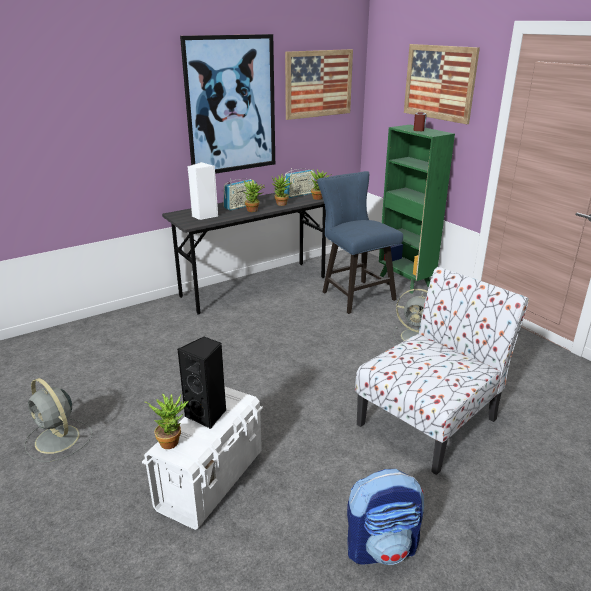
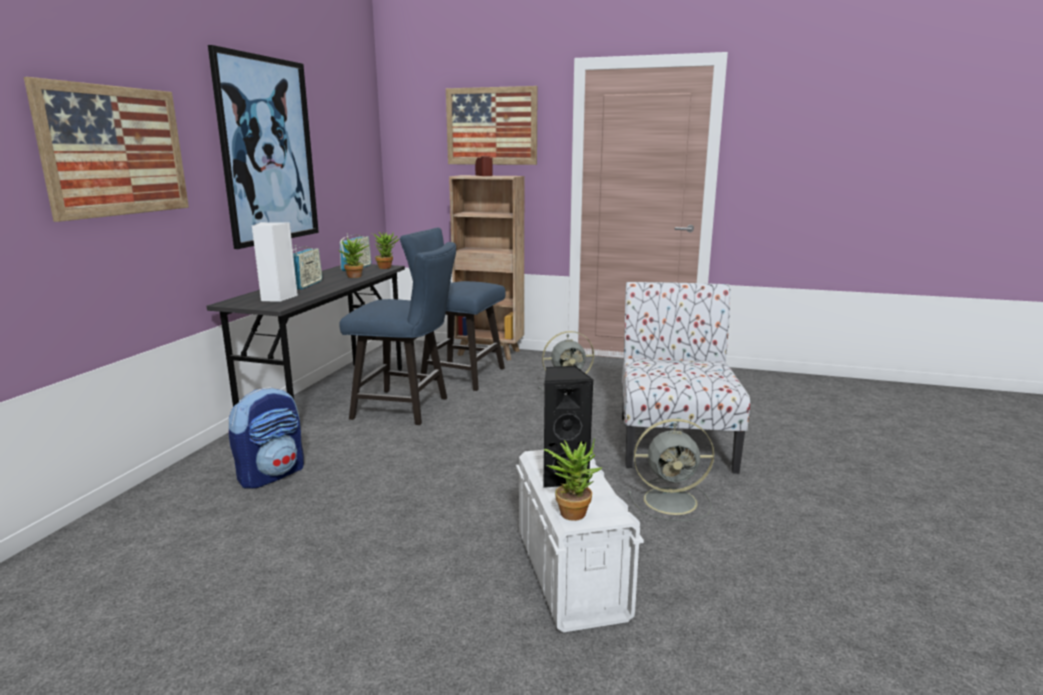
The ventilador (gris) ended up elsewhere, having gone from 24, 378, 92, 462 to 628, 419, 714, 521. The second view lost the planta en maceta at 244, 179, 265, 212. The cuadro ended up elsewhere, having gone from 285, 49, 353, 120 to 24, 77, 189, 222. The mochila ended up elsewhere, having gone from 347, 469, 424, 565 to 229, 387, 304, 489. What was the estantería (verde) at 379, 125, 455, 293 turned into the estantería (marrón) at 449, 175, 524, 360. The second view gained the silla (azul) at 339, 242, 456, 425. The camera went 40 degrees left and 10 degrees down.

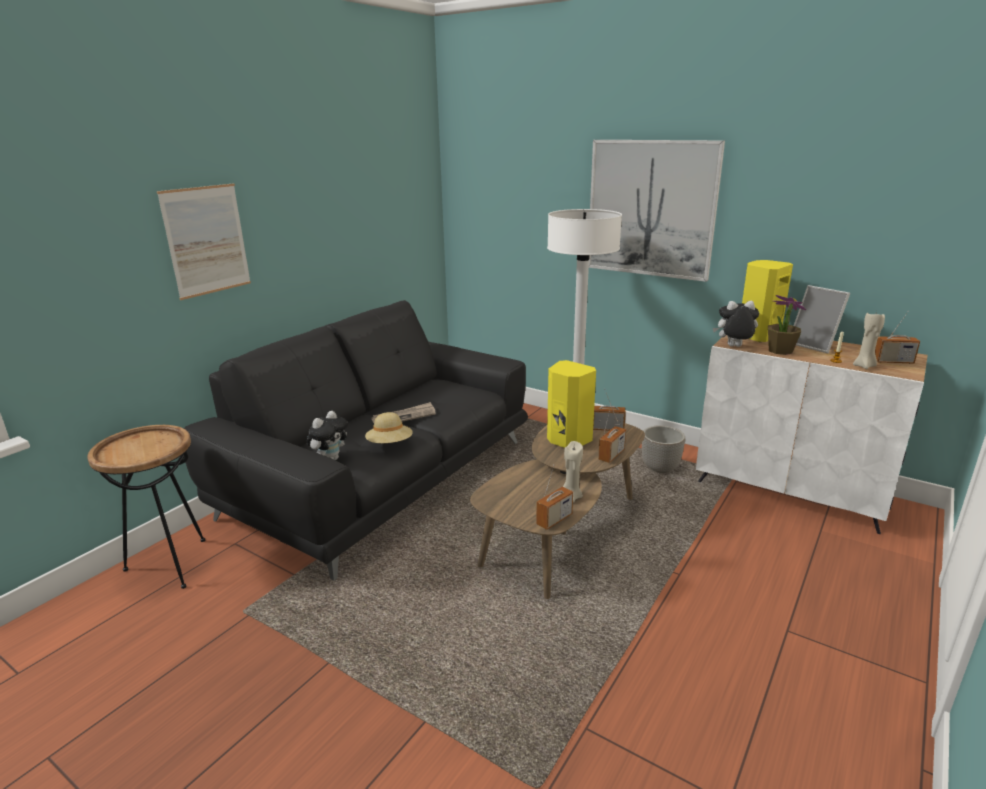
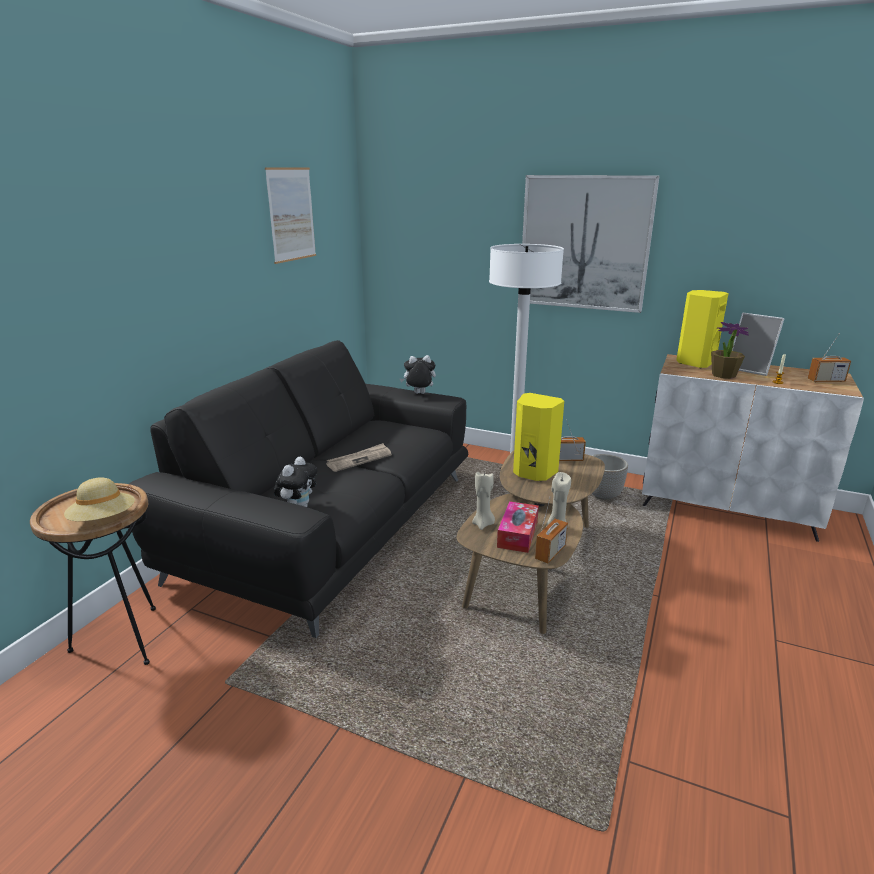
The cuadro ended up elsewhere, having gone from 157, 183, 251, 300 to 265, 167, 316, 264. The sombrero (beis) ended up elsewhere, having gone from 365, 412, 413, 443 to 64, 478, 135, 521. The second view lost the radio at 598, 406, 626, 463. The peluche ended up elsewhere, having gone from 713, 301, 759, 347 to 400, 355, 436, 394. The vela (beis) ended up elsewhere, having gone from 853, 311, 885, 369 to 472, 470, 495, 530. The second view gained the caja de pañuelos at 497, 501, 539, 553. The camera went 10 degrees left and 0 degrees up.

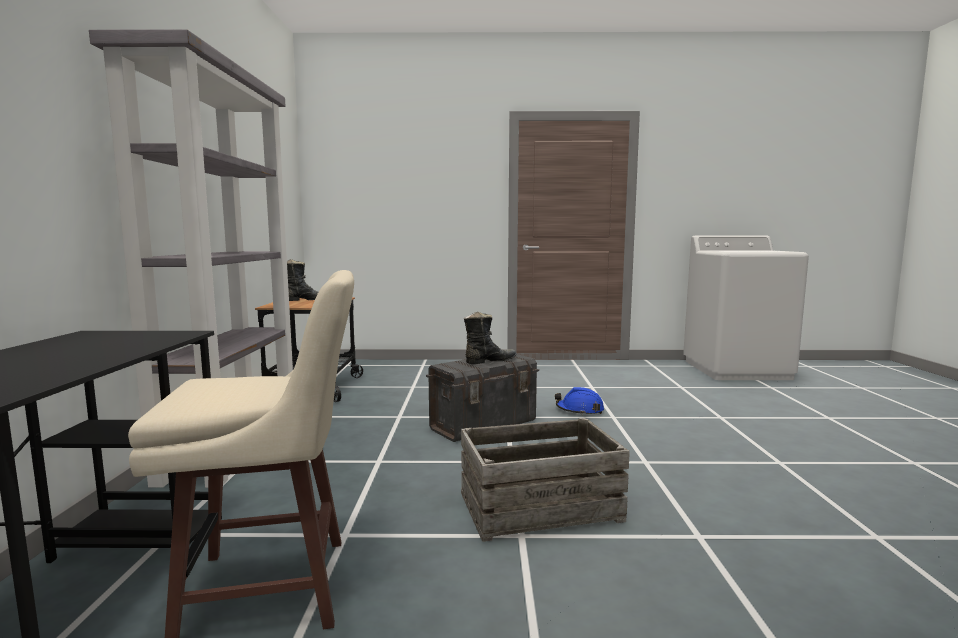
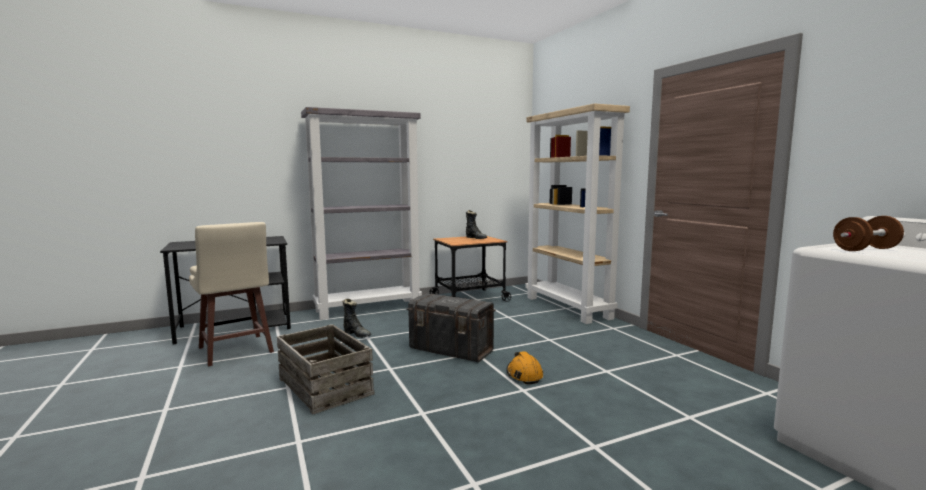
The bota (negro) ended up elsewhere, having gone from 464, 312, 517, 364 to 342, 299, 371, 338. What was the casco (azul) at 555, 387, 604, 415 turned into the casco (naranja) at 507, 351, 543, 384. The second view gained the estantería (beis) at 526, 103, 630, 324. The second view gained the mancuerna (marrón) at 833, 216, 904, 251. The camera went 65 degrees right and 0 degrees up.

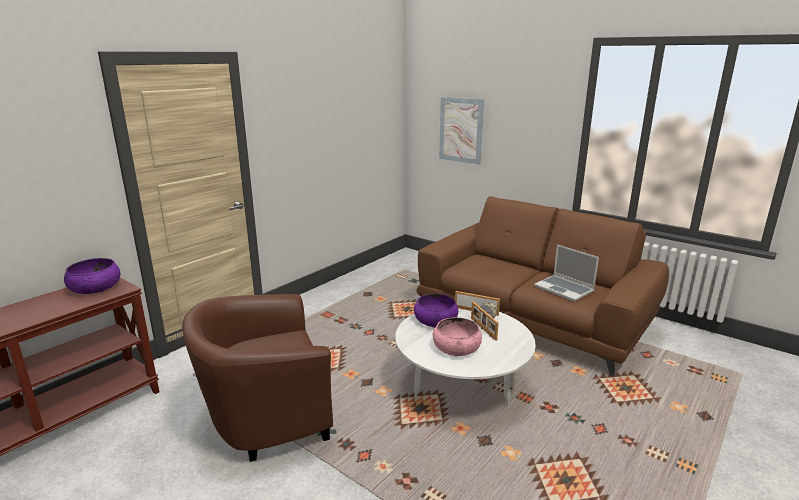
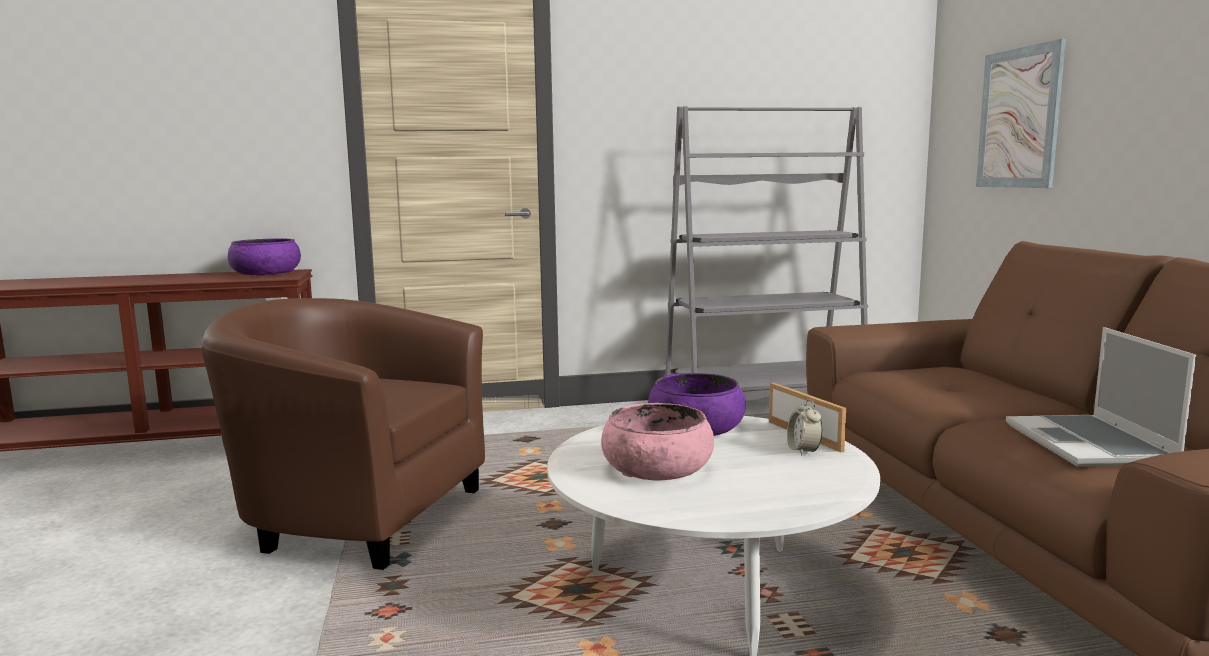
The second view lost the portarretratos at 471, 302, 499, 341. The second view gained the estantería (gris) at 664, 106, 868, 400. The camera went 40 degrees right and 10 degrees down.

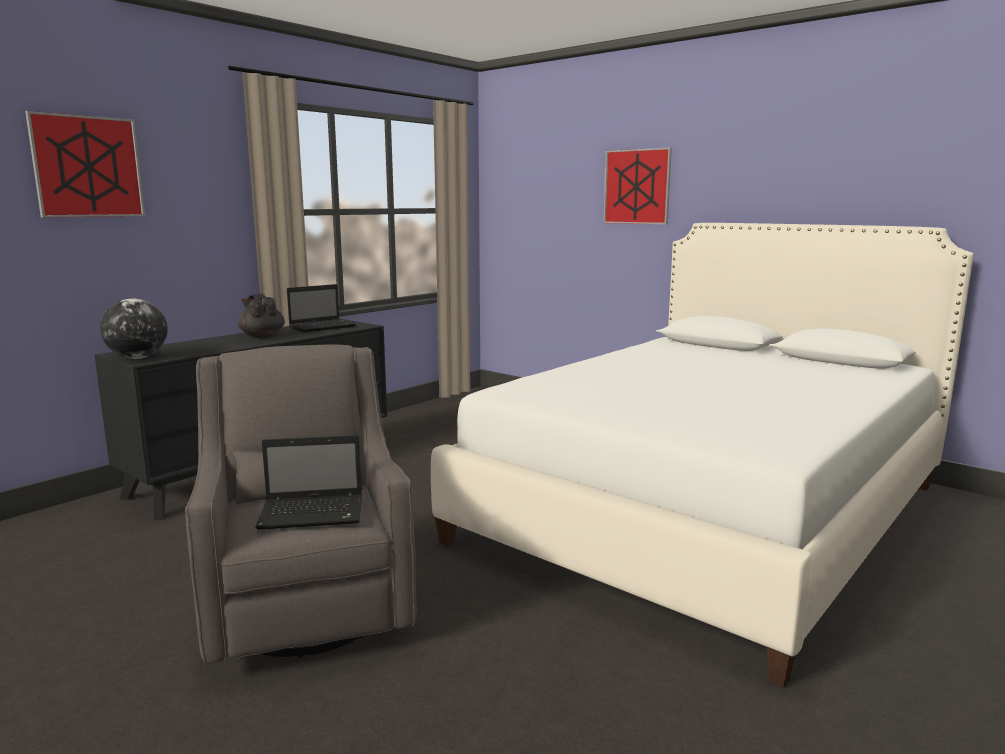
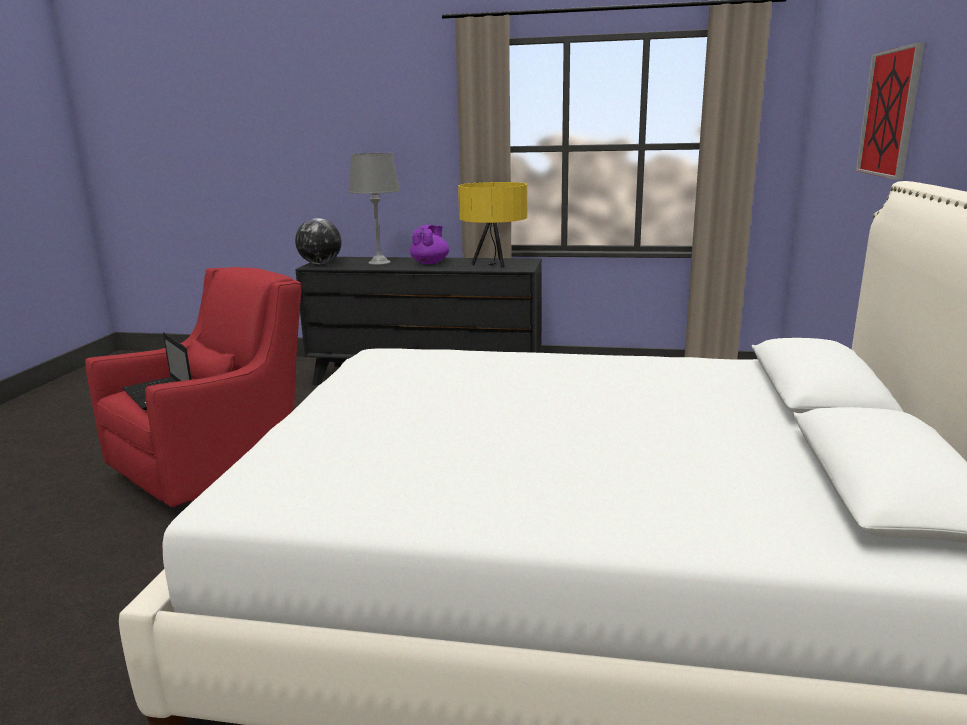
The second view lost the cuadro at 25, 111, 145, 218. What was the sillón (gris) at 185, 344, 417, 664 turned into the sillón (rojo) at 85, 267, 302, 507. What was the tetera (negro) at 238, 294, 285, 338 turned into the tetera (morado) at 410, 225, 449, 264. Where the portátil stood at 287, 284, 356, 332, the lámpara de mesa (amarillo) came to stand at 458, 182, 527, 267. The second view gained the lámpara de mesa (gris) at 349, 153, 400, 265. The camera went 60 degrees right and 5 degrees up.

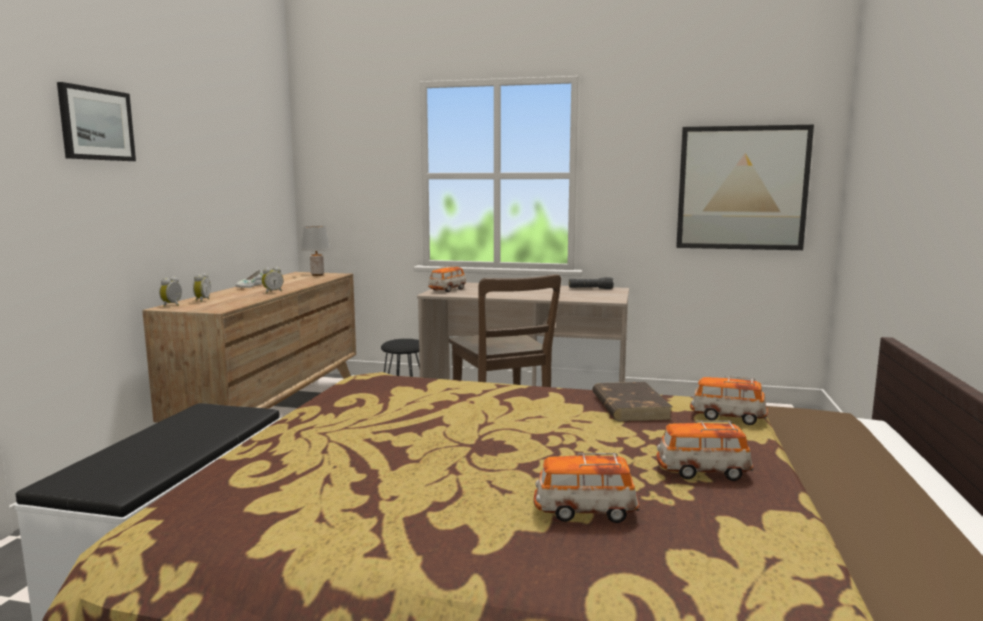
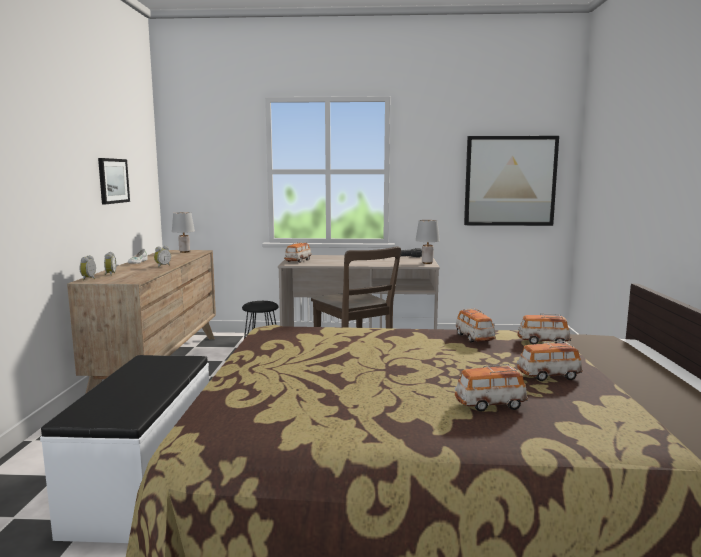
The cuadro ended up elsewhere, having gone from 57, 82, 136, 161 to 98, 158, 130, 204. Where the libro (marrón) stood at 593, 382, 672, 421, the coche de juguete came to stand at 456, 308, 496, 342. The second view gained the lámpara de mesa (gris) at 416, 220, 440, 264. The camera went 10 degrees left and 0 degrees up.

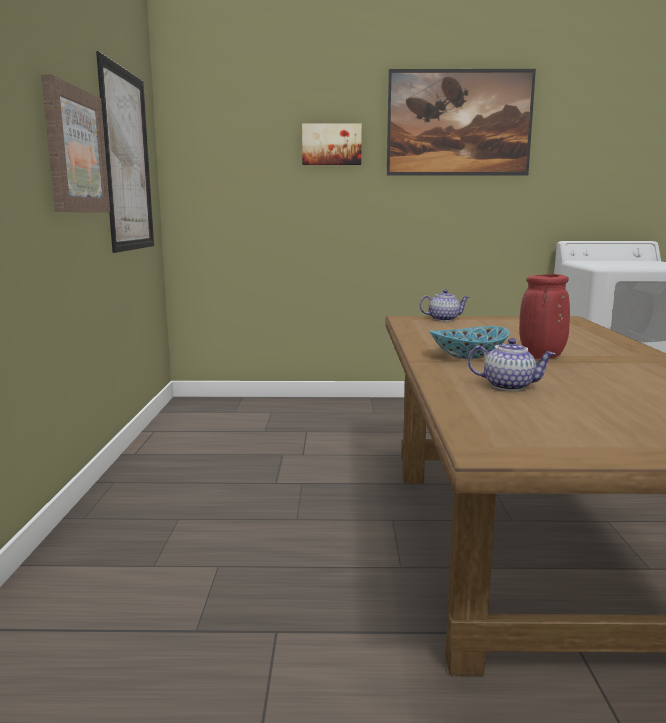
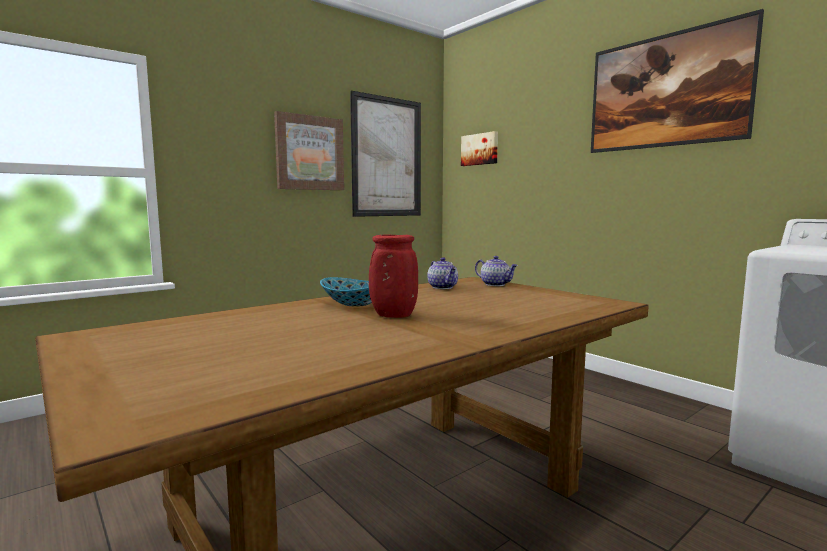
The cuadro ended up elsewhere, having gone from 302, 123, 362, 165 to 461, 131, 498, 166. The tetera ended up elsewhere, having gone from 468, 338, 555, 391 to 427, 257, 458, 289. The camera went 50 degrees right and 5 degrees down.

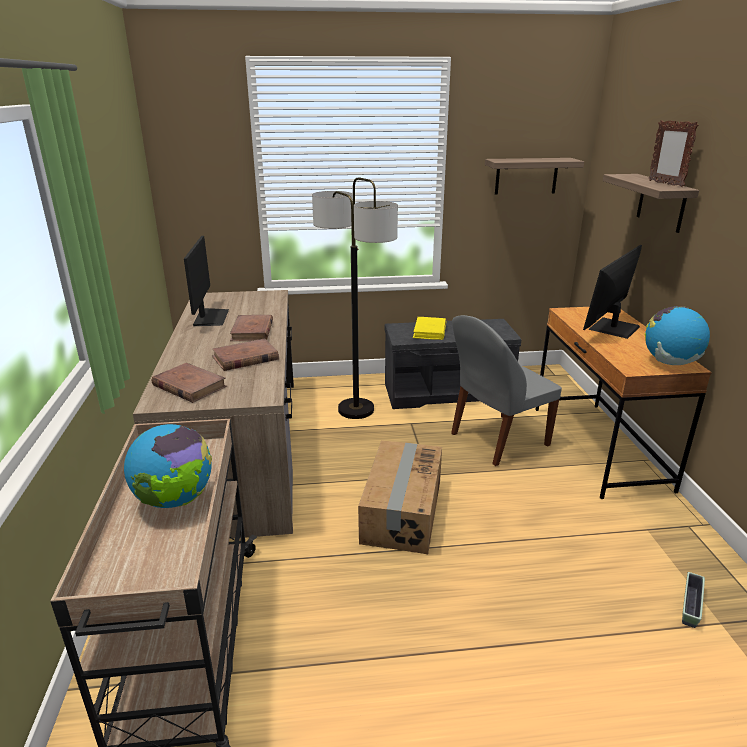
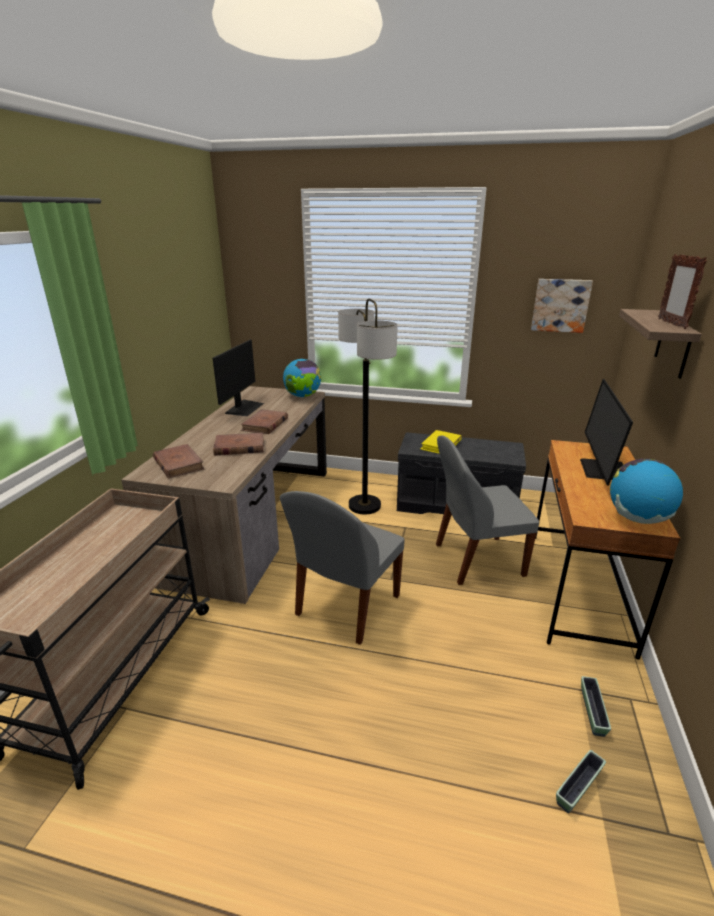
The globo terráqueo ended up elsewhere, having gone from 124, 424, 212, 508 to 283, 359, 321, 397. Where the caja de cartón stood at 358, 440, 442, 554, the silla (gris) came to stand at 280, 491, 405, 645. Where the estante hung at 485, 158, 584, 195, the cuadro came to hang at 531, 279, 593, 333. The monitor at 583, 245, 642, 339 ended up facing another way, 45 degrees counterclockwise from before. The second view gained the maceta at 581, 676, 611, 737. The camera went 20 degrees right and 0 degrees up.

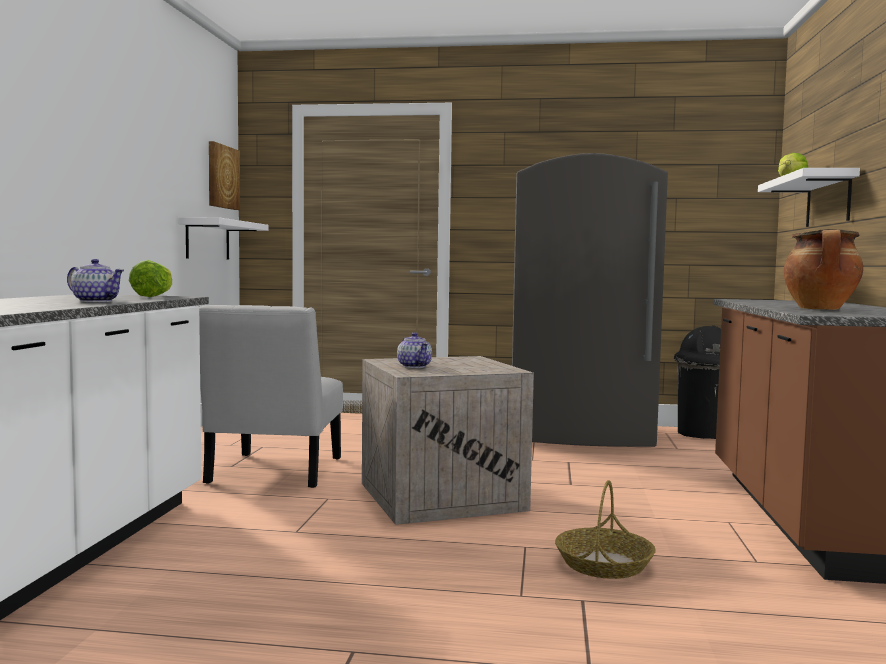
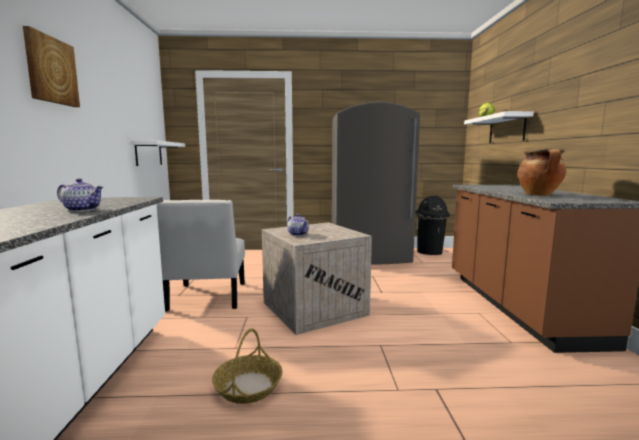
The second view lost the lechuga at 129, 260, 172, 297. The cuadro ended up elsewhere, having gone from 209, 141, 240, 210 to 23, 26, 80, 107. The cesta ended up elsewhere, having gone from 555, 480, 656, 579 to 212, 328, 283, 404. The camera went 10 degrees left and 5 degrees up.

